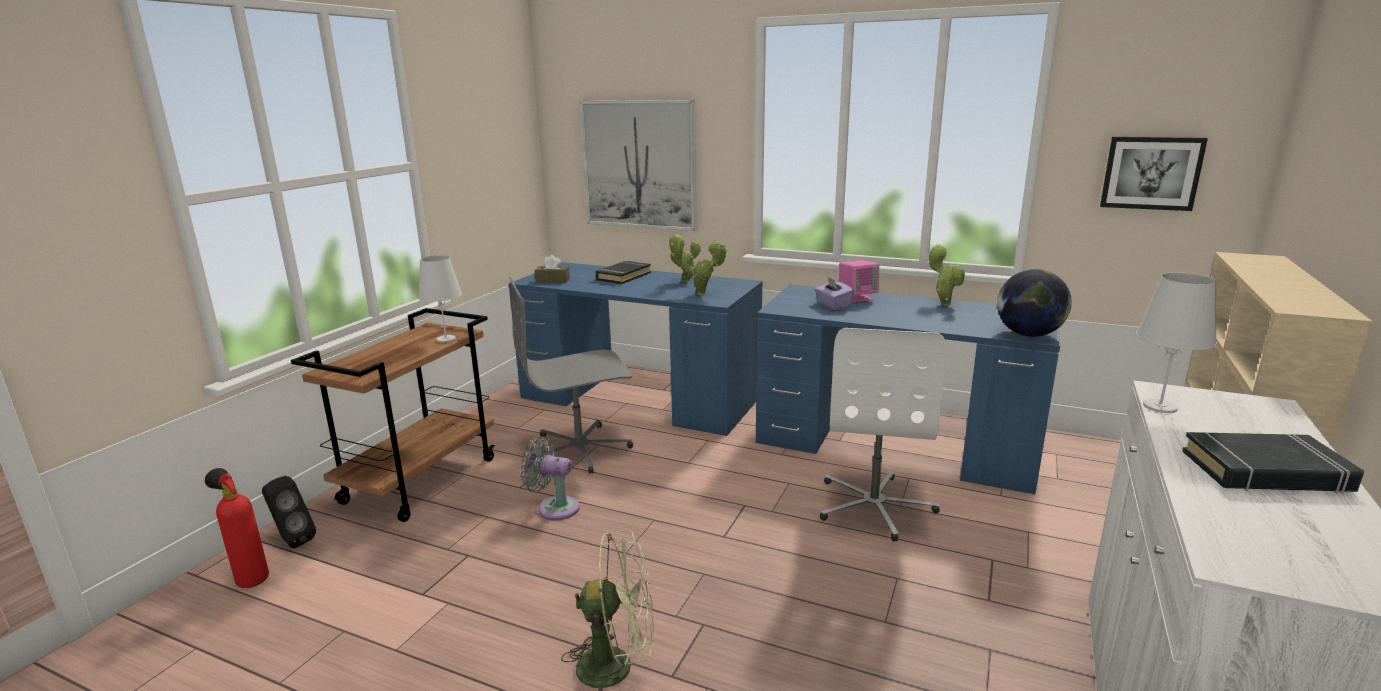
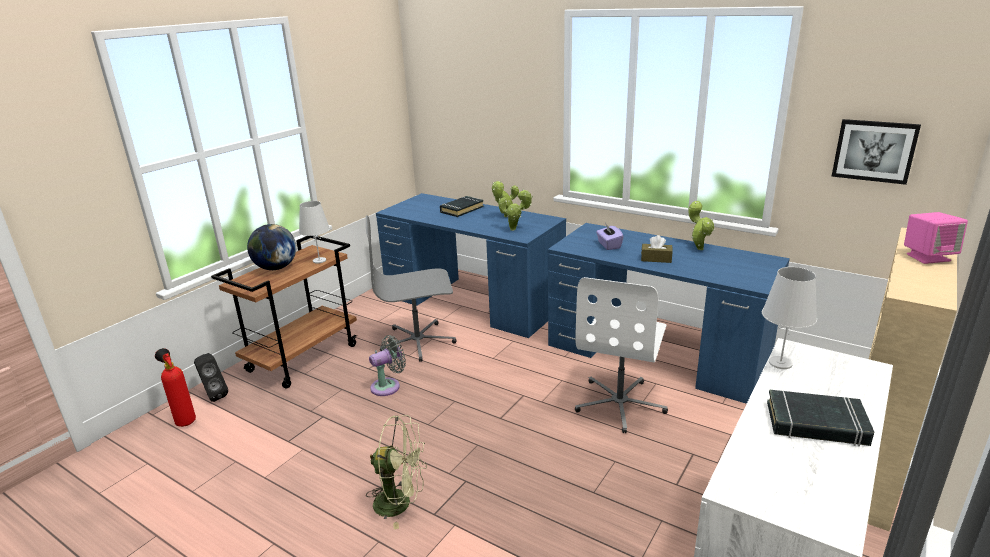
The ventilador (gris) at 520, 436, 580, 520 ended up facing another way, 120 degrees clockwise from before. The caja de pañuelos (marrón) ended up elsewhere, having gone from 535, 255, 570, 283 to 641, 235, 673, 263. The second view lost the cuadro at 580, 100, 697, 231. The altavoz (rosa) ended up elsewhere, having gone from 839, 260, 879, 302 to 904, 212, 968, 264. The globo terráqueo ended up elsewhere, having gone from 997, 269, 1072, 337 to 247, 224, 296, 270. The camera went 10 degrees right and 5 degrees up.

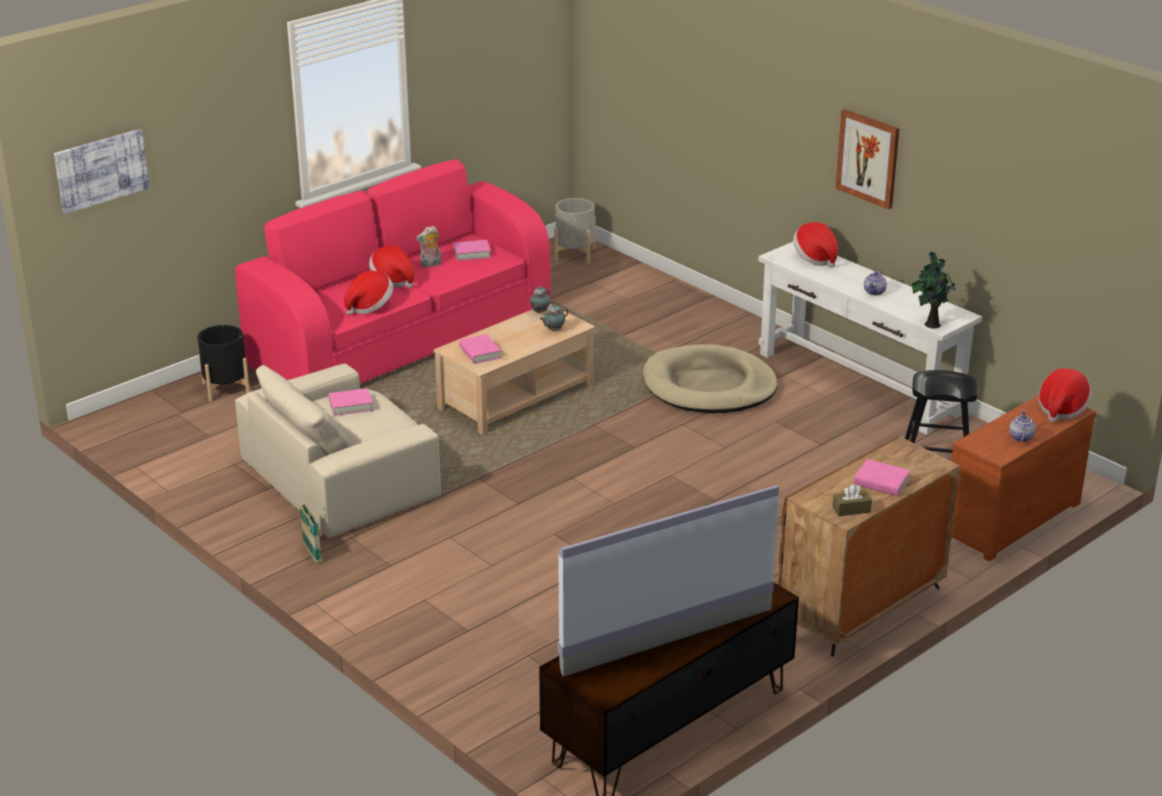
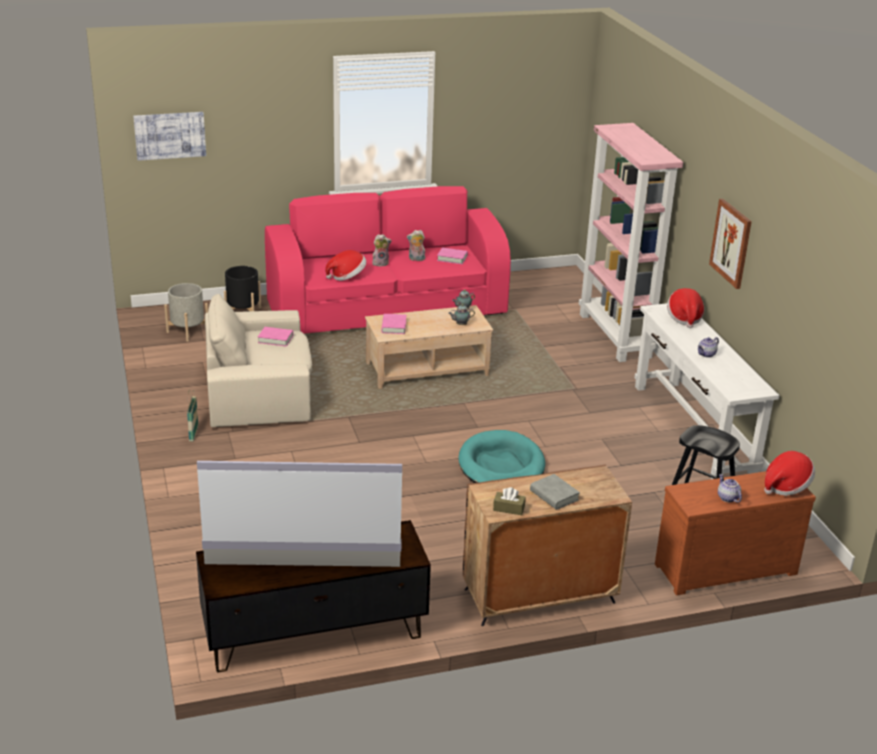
Where the sombrero stood at 369, 245, 414, 288, the peluche came to stand at 372, 234, 392, 266. The maceta (gris) ended up elsewhere, having gone from 554, 198, 596, 263 to 164, 283, 208, 342. The second view lost the cama para perro (beis) at 643, 344, 778, 413. What was the libro (rosa) at 854, 459, 910, 496 turned into the libro (gris) at 530, 474, 580, 510. The second view lost the planta en maceta at 912, 251, 956, 329. The tetera at 1009, 411, 1036, 442 ended up facing another way, 60 degrees counterclockwise from before. The second view gained the cama para perro (turquesa) at 458, 430, 545, 483. The second view gained the estantería (rosa) at 579, 123, 683, 362. The camera went 25 degrees right and 0 degrees up.

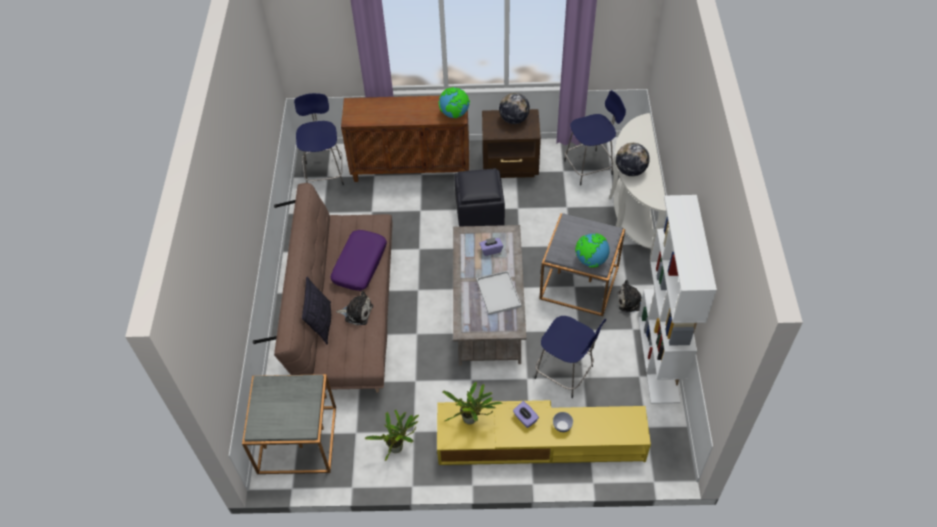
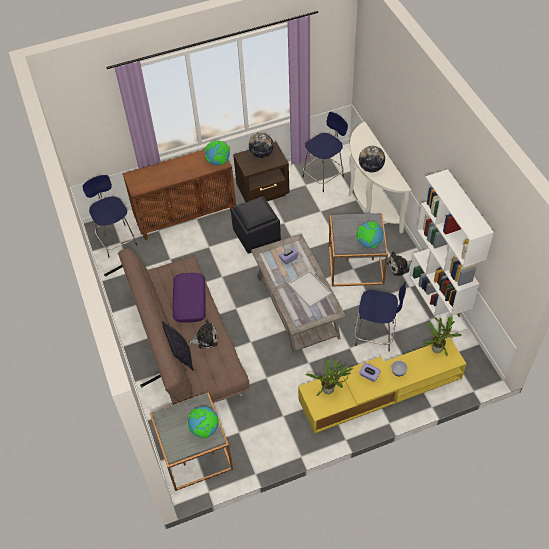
The planta en maceta ended up elsewhere, having gone from 365, 409, 419, 461 to 423, 316, 461, 356. The second view gained the globo terráqueo at 187, 407, 219, 438. The camera went 20 degrees left and 0 degrees up.

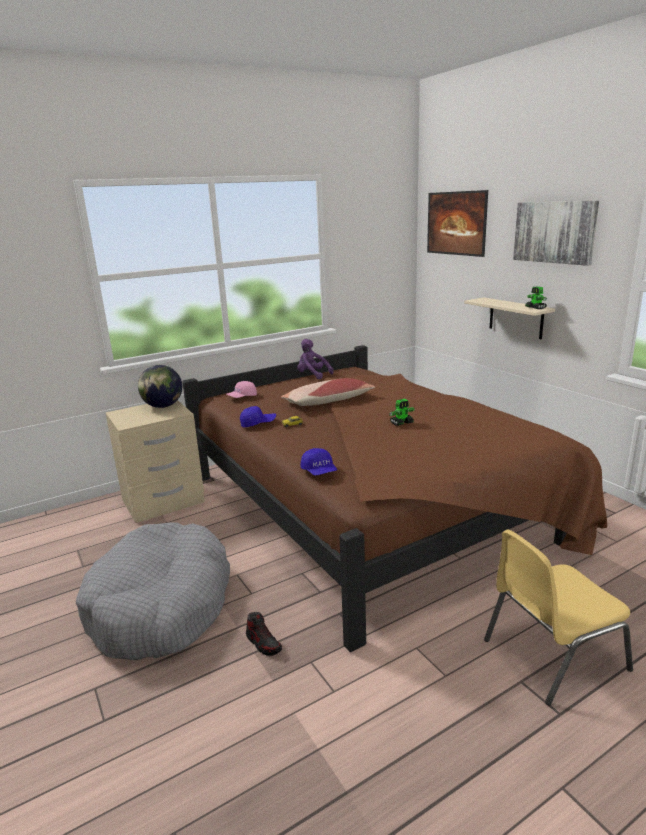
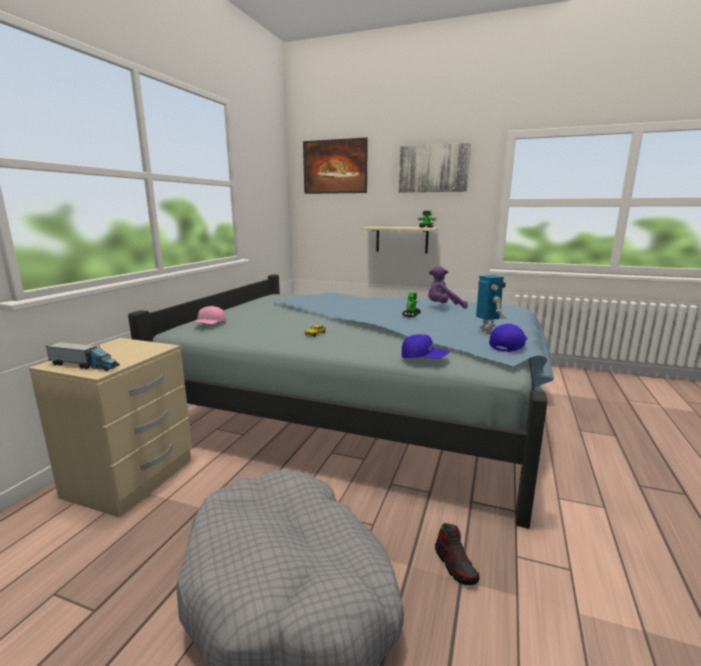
The second view lost the globo terráqueo at 138, 365, 182, 408. What was the cama (marrón) at 182, 345, 607, 652 turned into the cama (azul) at 128, 274, 554, 529. The gorra (azul) ended up elsewhere, having gone from 240, 406, 276, 427 to 489, 324, 528, 352. The zapato at 246, 612, 282, 656 ended up facing another way, 60 degrees clockwise from before. The second view lost the cojín at 281, 378, 375, 406. The peluche (morado) ended up elsewhere, having gone from 297, 339, 334, 379 to 428, 266, 468, 309. The second view lost the silla (amarillo) at 484, 529, 633, 705. The second view gained the camión de juguete at 46, 342, 120, 371. The second view gained the robot de juguete at 476, 275, 507, 334. The camera went 40 degrees left and 5 degrees down.

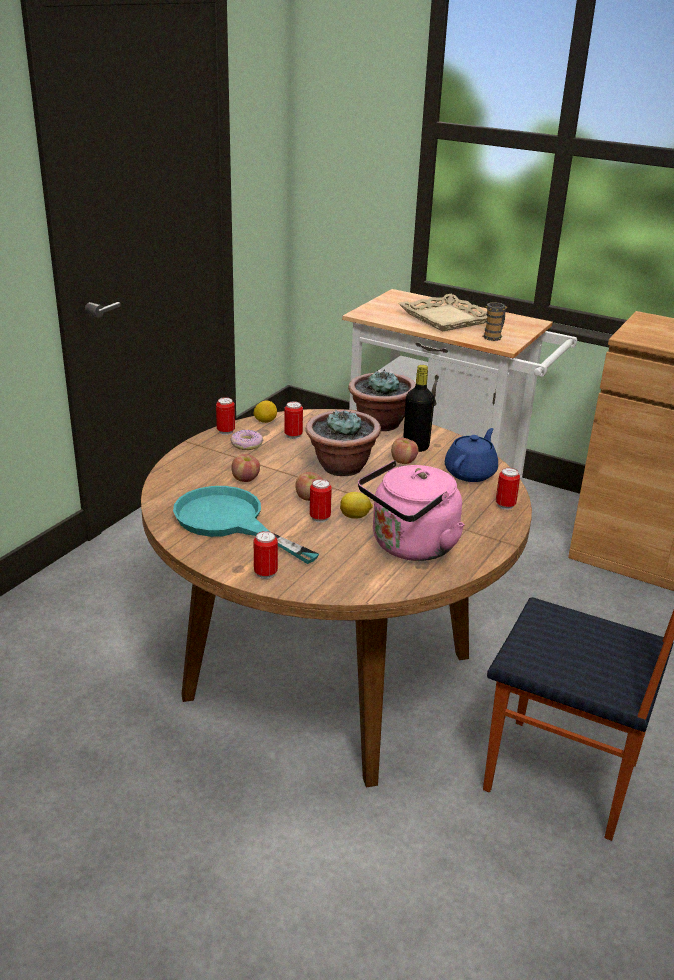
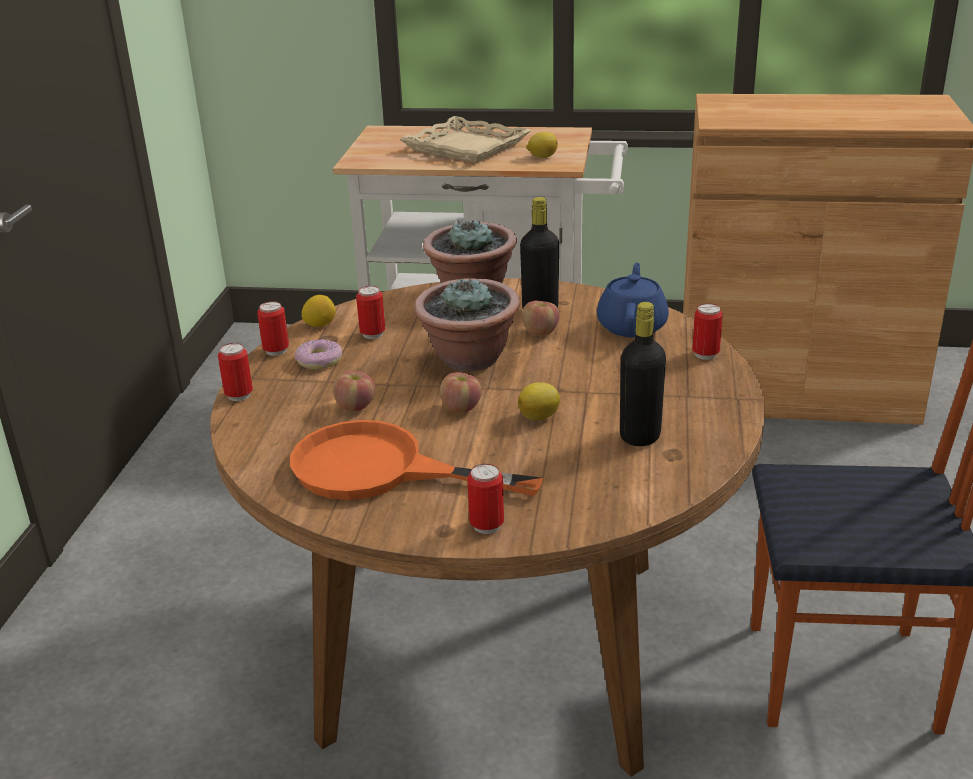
What was the sartén (turquesa) at 173, 486, 319, 564 turned into the sartén (naranja) at 290, 420, 543, 500. The lata ended up elsewhere, having gone from 310, 479, 332, 522 to 218, 343, 253, 401. Where the hervidor (rosa) stood at 358, 460, 465, 561, the botella (negro) came to stand at 620, 302, 666, 446. Where the taza grande stood at 483, 302, 507, 341, the limón came to stand at 526, 132, 558, 158. The camera went 20 degrees left and 0 degrees up.

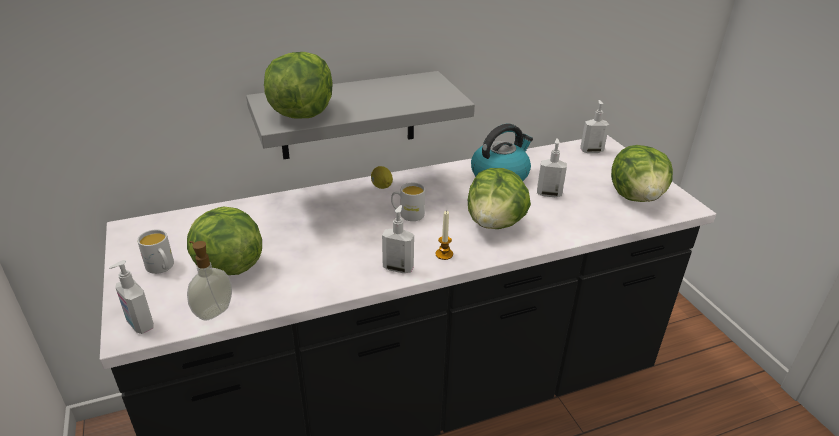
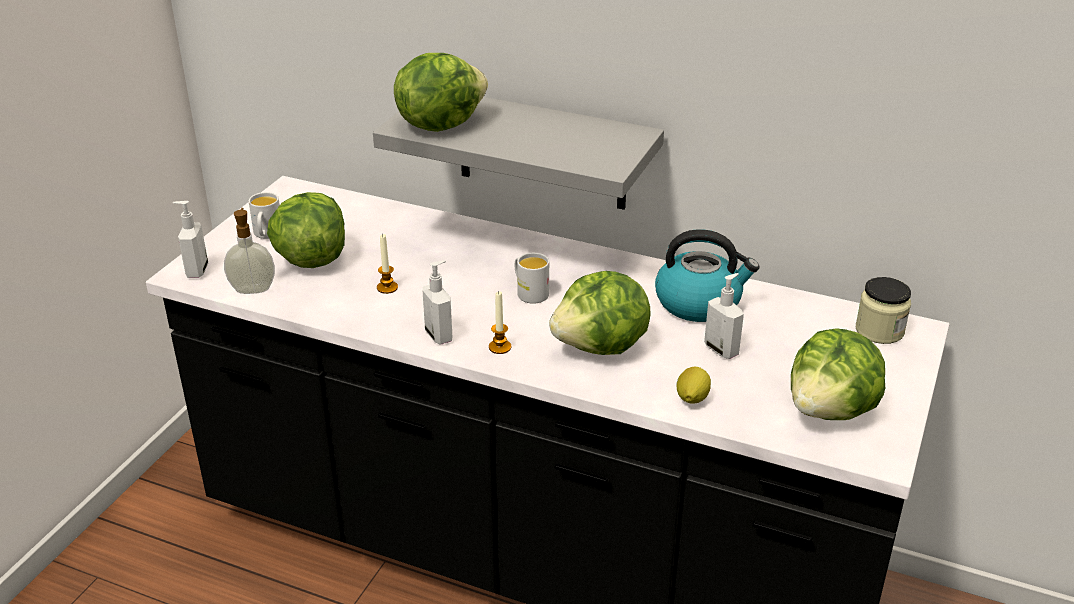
The limón ended up elsewhere, having gone from 371, 166, 393, 189 to 677, 367, 711, 404. Where the dispensador de jabón stood at 580, 100, 609, 153, the tarro came to stand at 856, 277, 911, 344. The second view gained the vela at 377, 234, 398, 294. The camera went 45 degrees right and 0 degrees up.

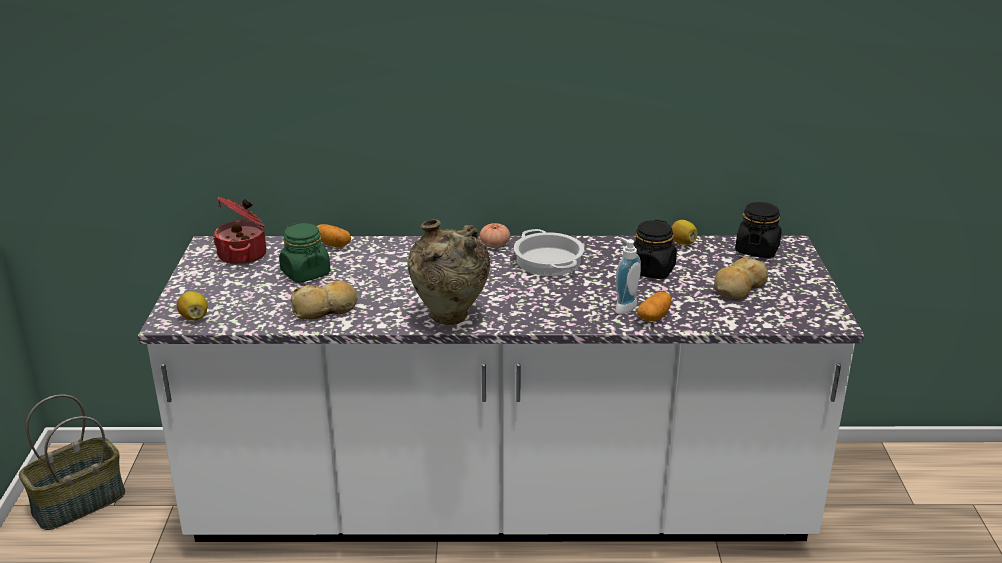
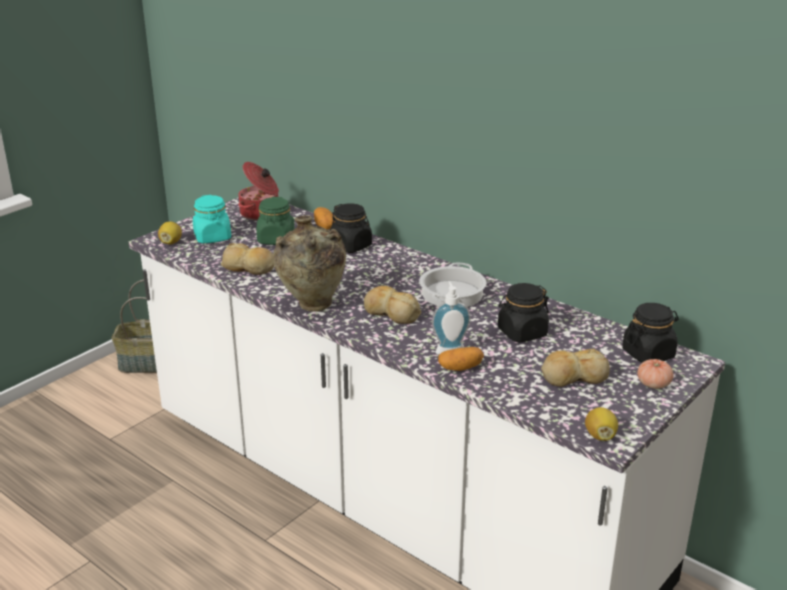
The tomate ended up elsewhere, having gone from 480, 223, 510, 248 to 637, 359, 674, 389. The limón ended up elsewhere, having gone from 672, 220, 698, 245 to 585, 407, 618, 441. The second view gained the tarro (turquesa) at 193, 195, 231, 243. The second view gained the tarro (negro) at 330, 203, 372, 253. The second view gained the pan at 364, 286, 422, 324. The camera went 40 degrees right and 0 degrees up.

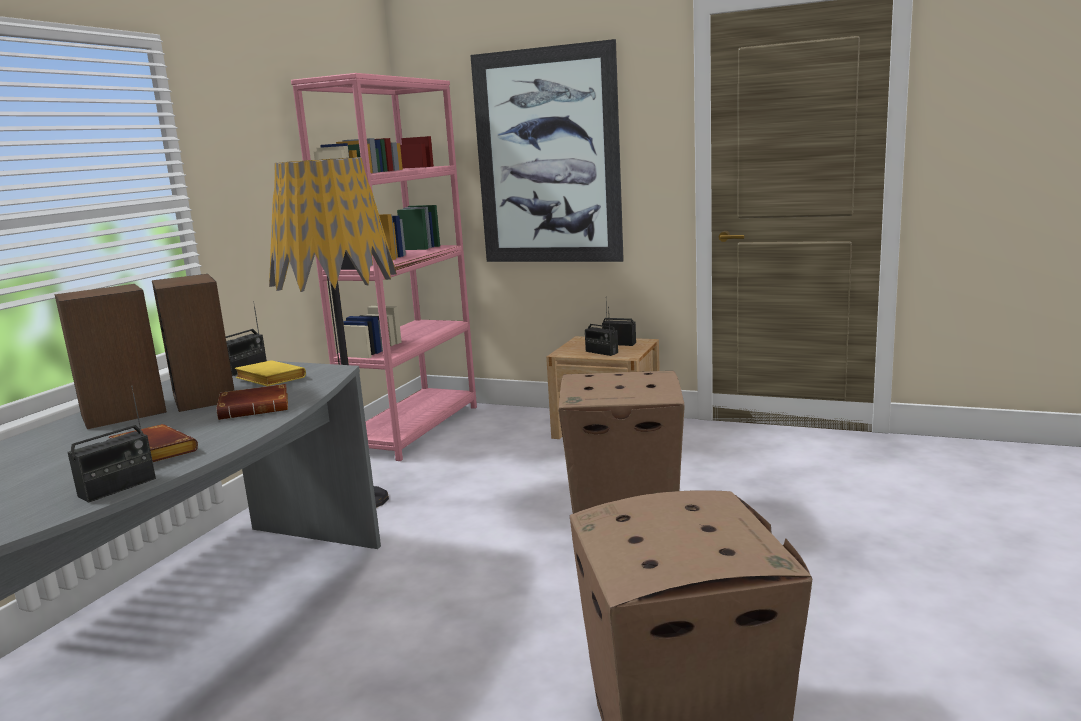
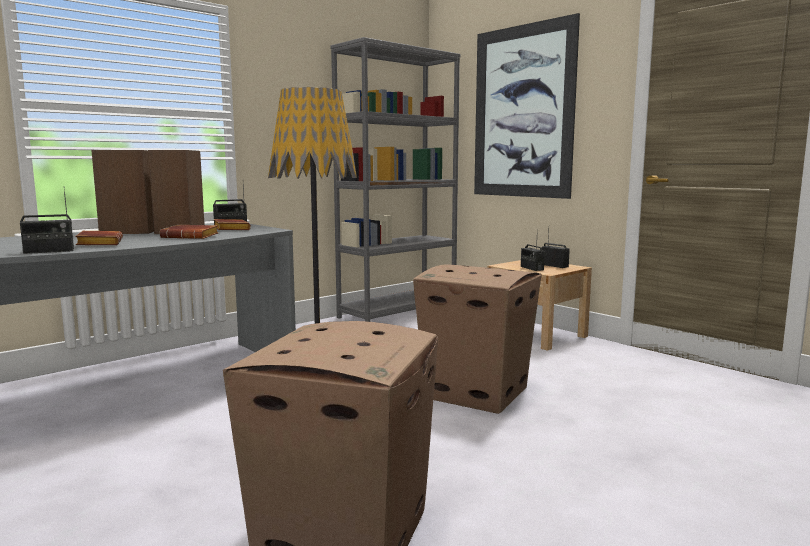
What was the libro (amarillo) at 235, 360, 306, 386 turned into the libro (marrón) at 213, 219, 251, 230. What was the estantería (rosa) at 291, 73, 477, 461 turned into the estantería (gris) at 330, 37, 460, 322. The camera went 25 degrees right and 5 degrees down.

